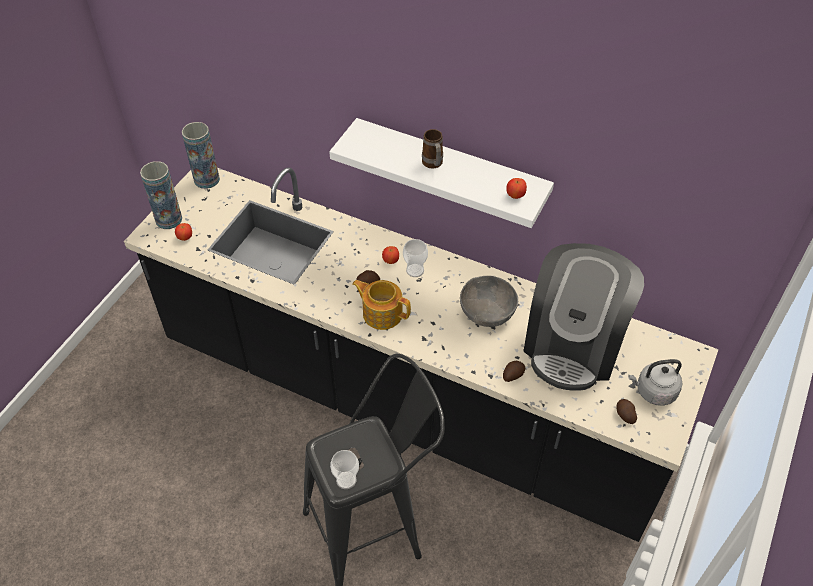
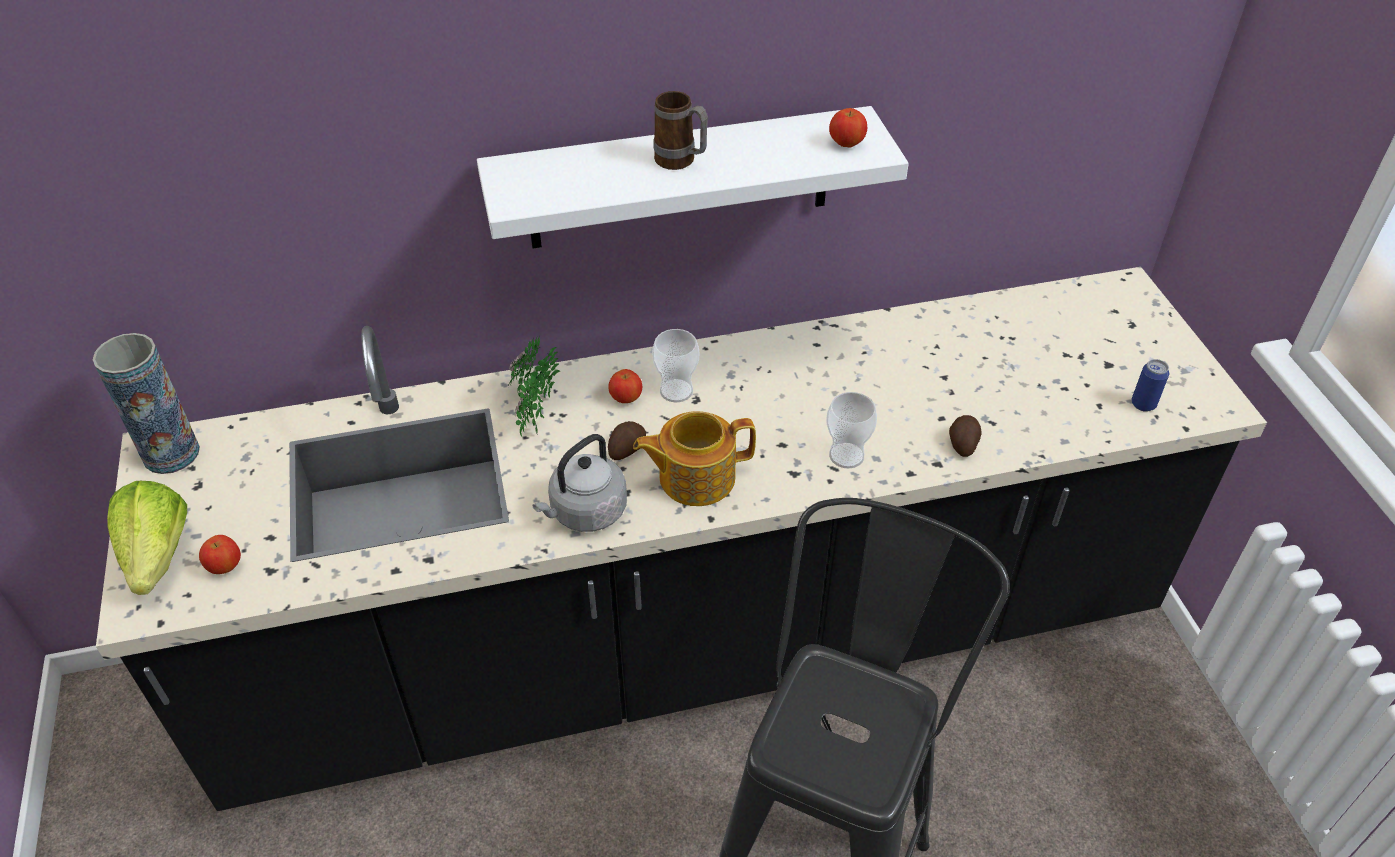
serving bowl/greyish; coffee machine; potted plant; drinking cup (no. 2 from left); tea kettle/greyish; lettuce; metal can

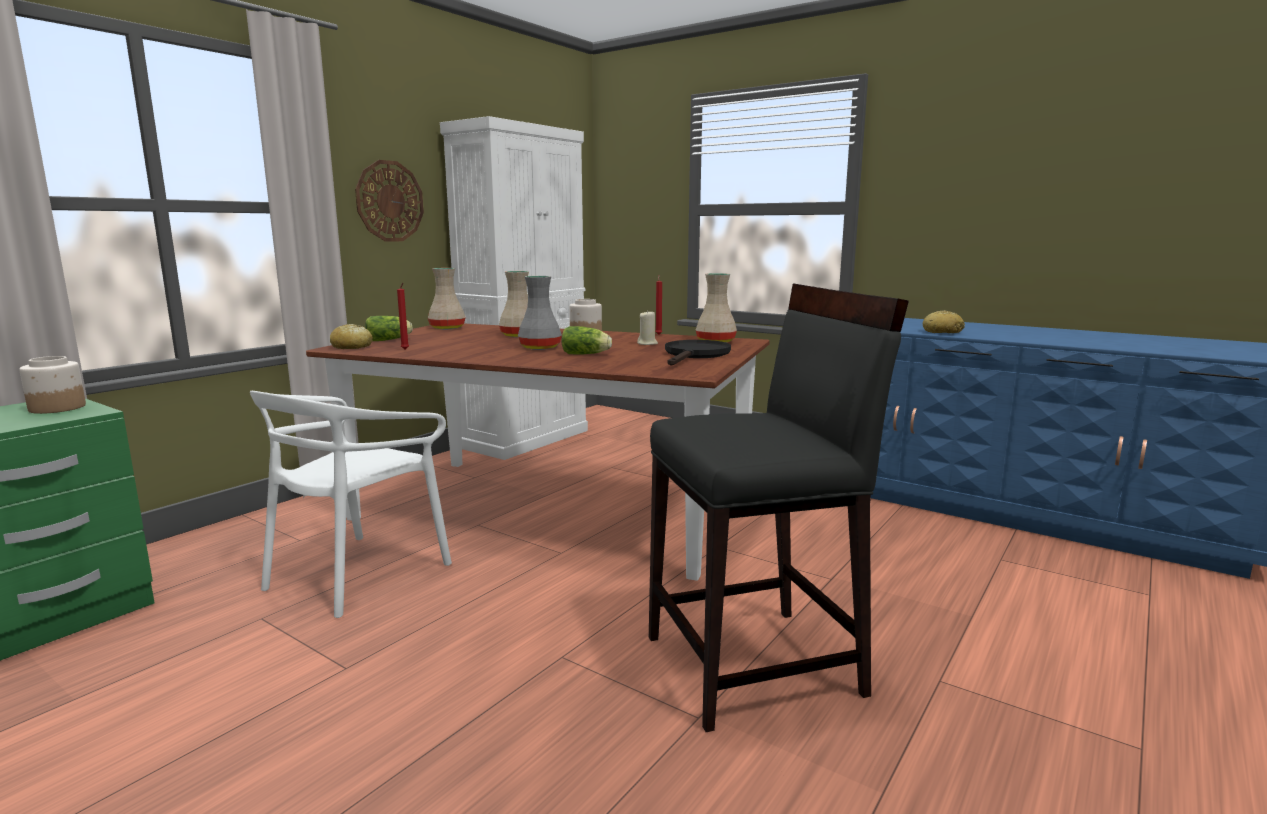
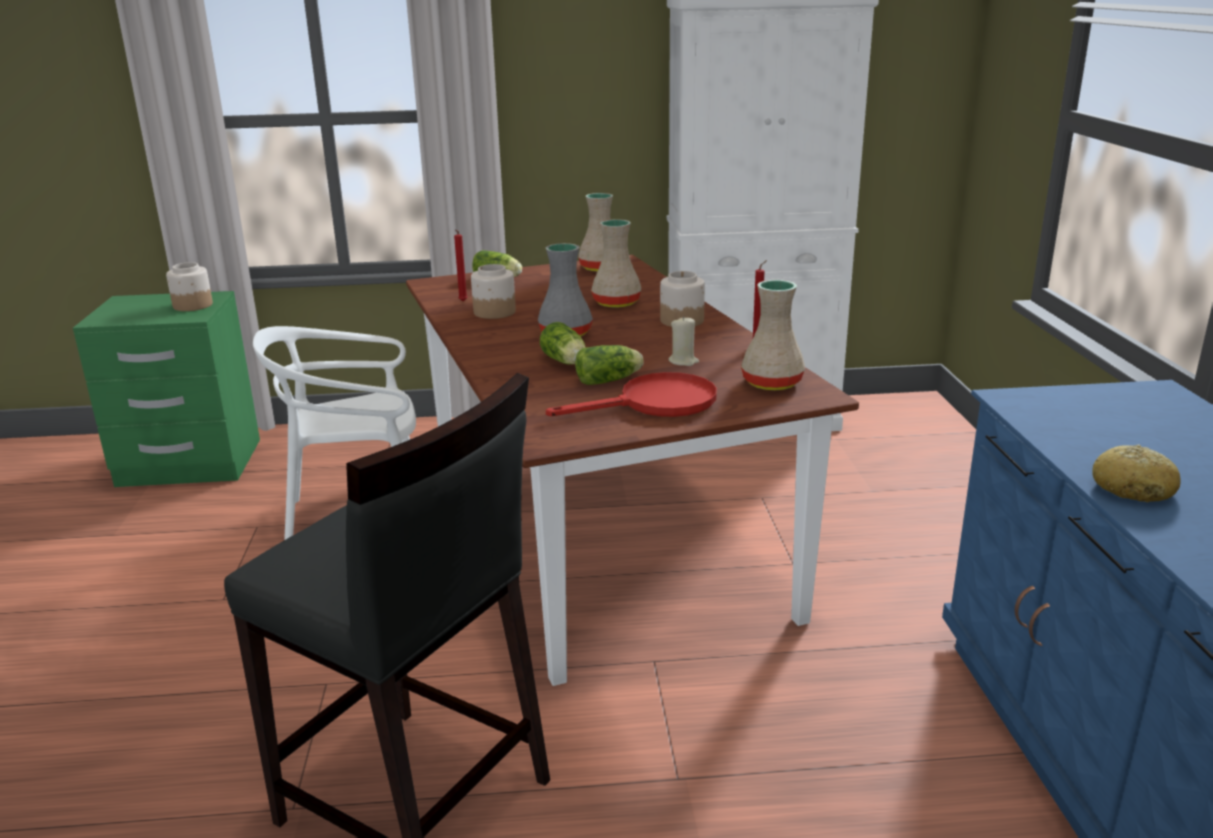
bakery bread (no. 1 from left in the first image); hanging clock; jar (no. 2 from left); lettuce (no. 3 from left); frying pan/reddish

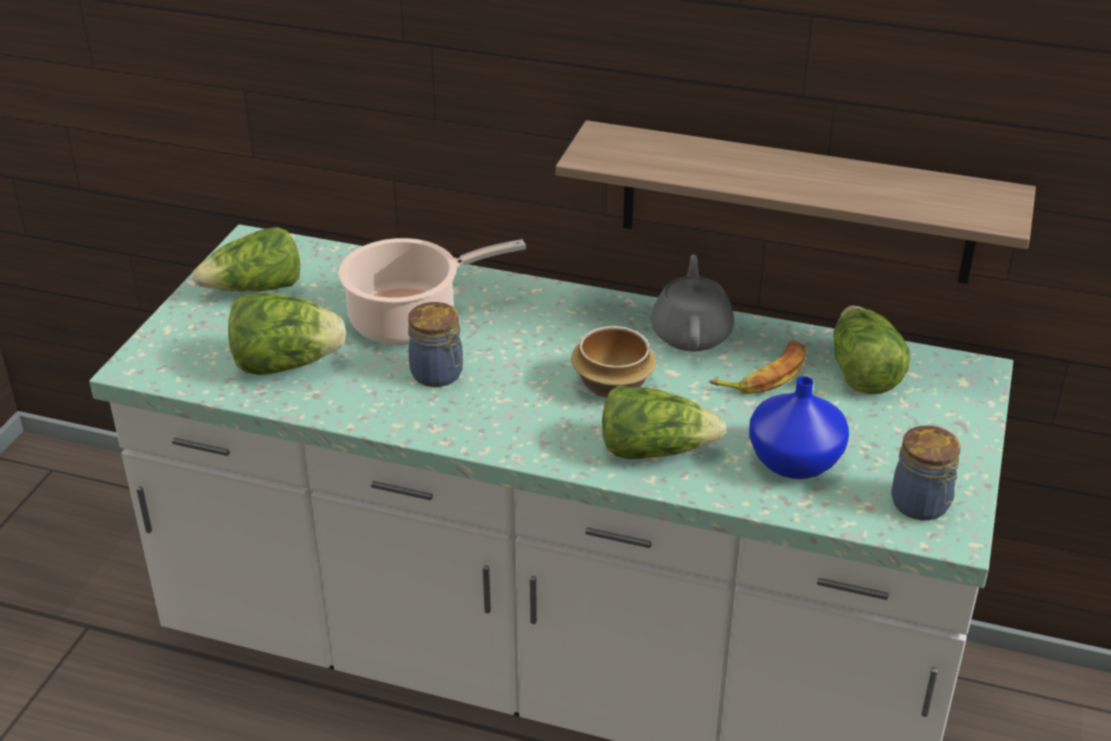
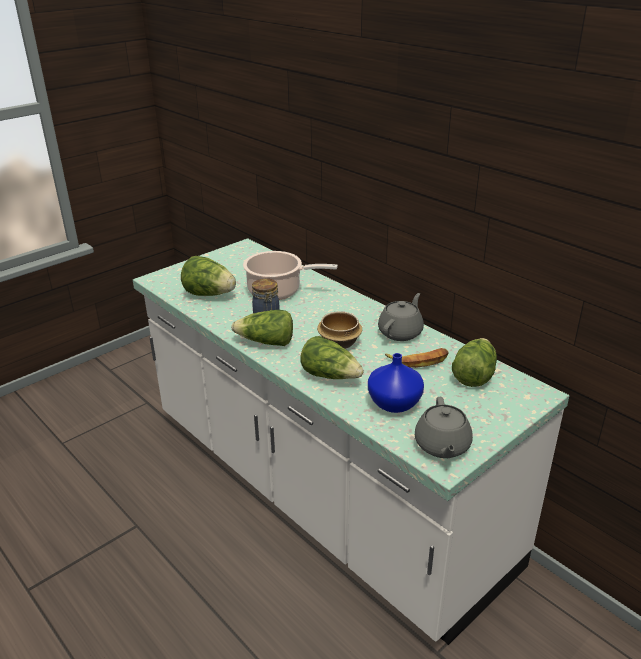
shelf; lettuce (no. 2 from left); teapot/greyish (no. 2 from left)

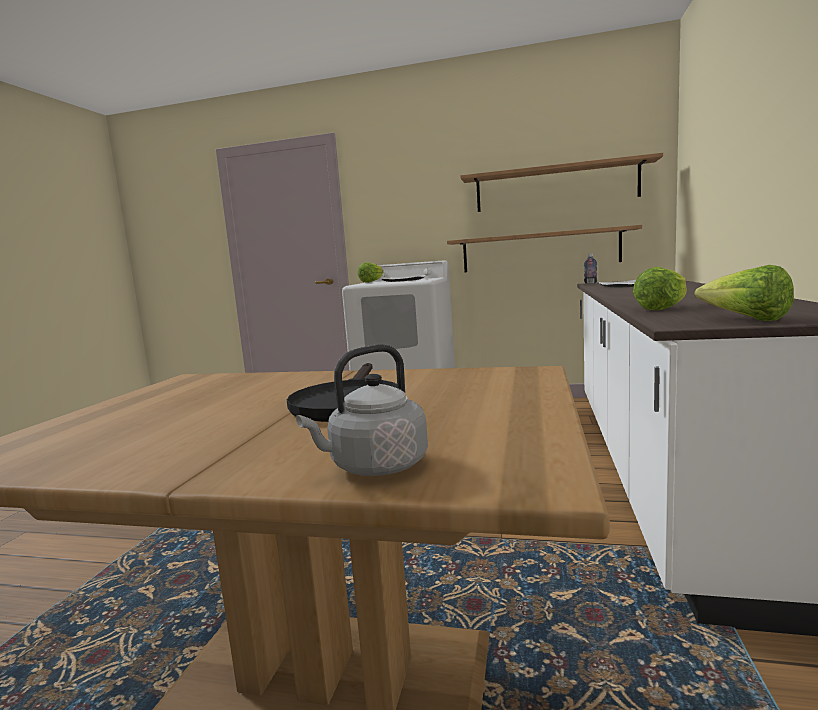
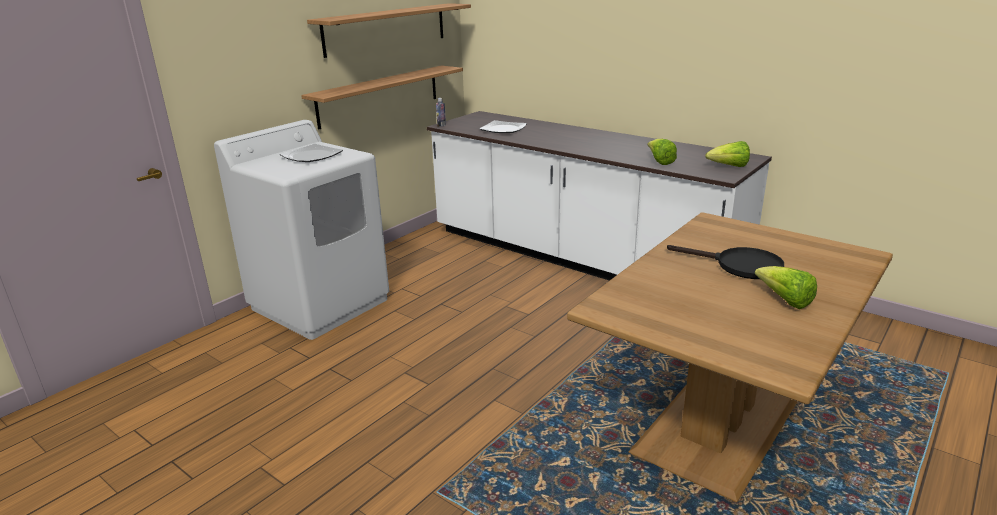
tea kettle/greyish; lettuce (no. 3 from left)

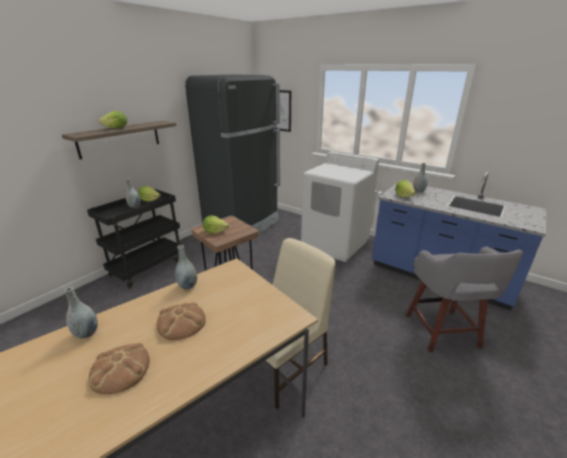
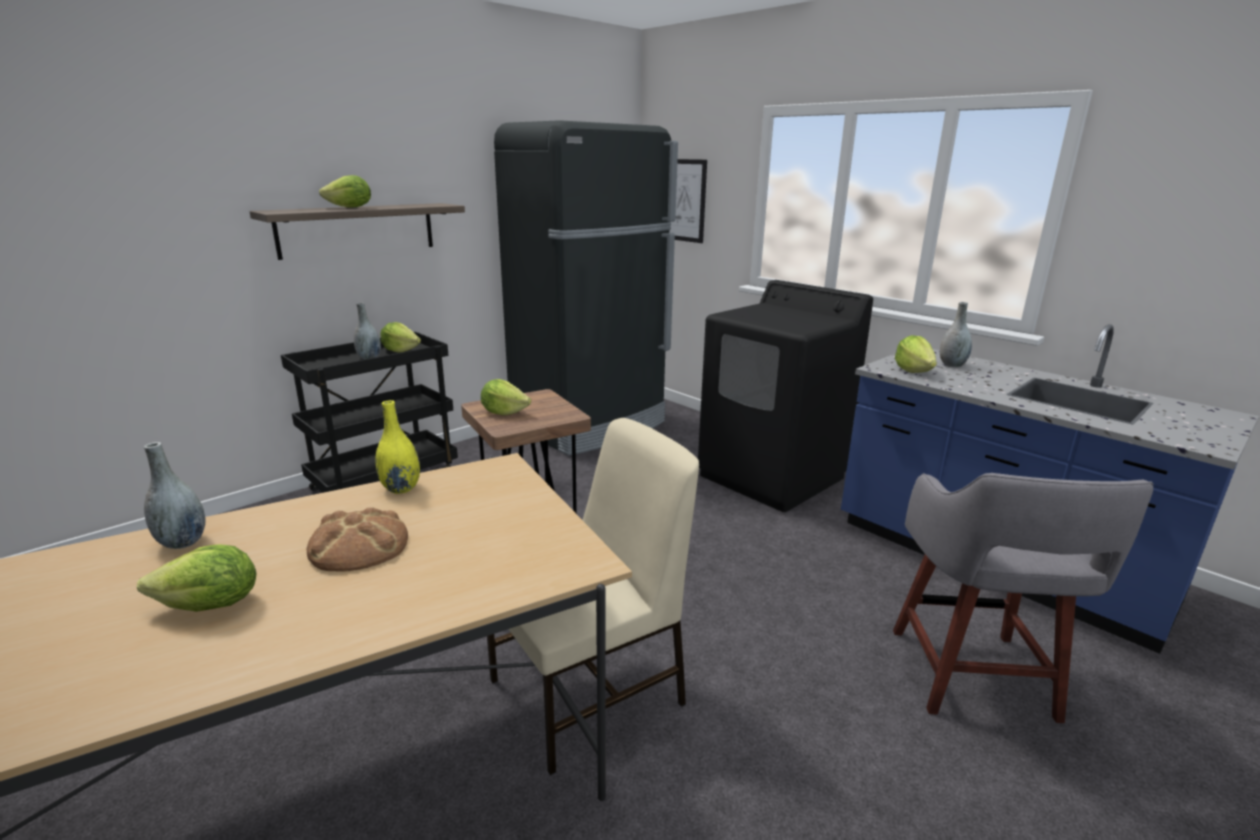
lettuce (no. 1 from left); vase/yellow; laundry appliance/blackish

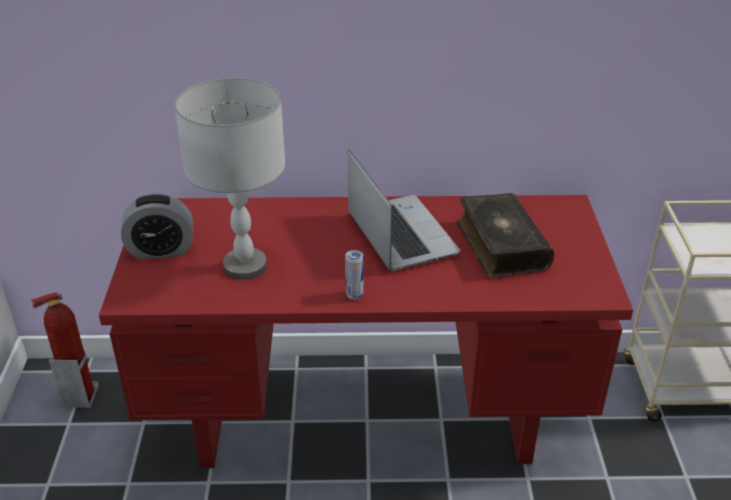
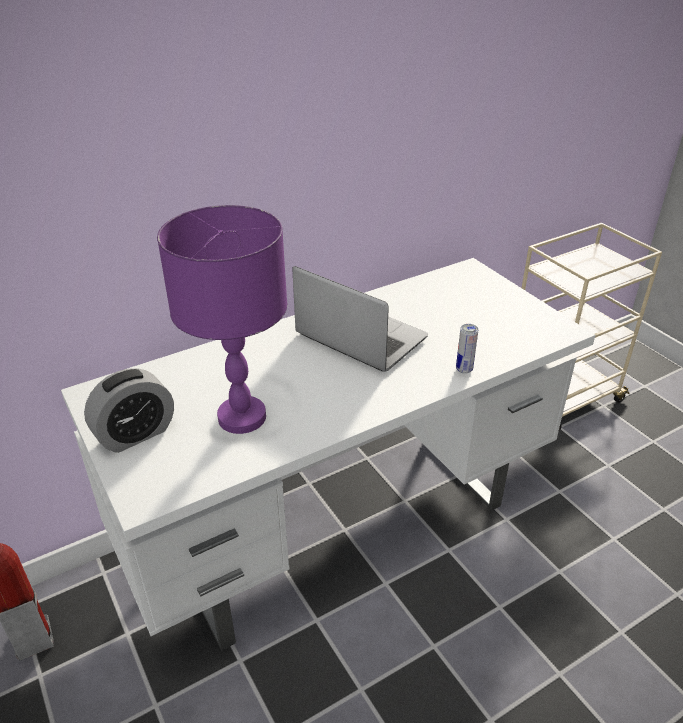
book; metal can; desk/white; lamp for a table/purplish

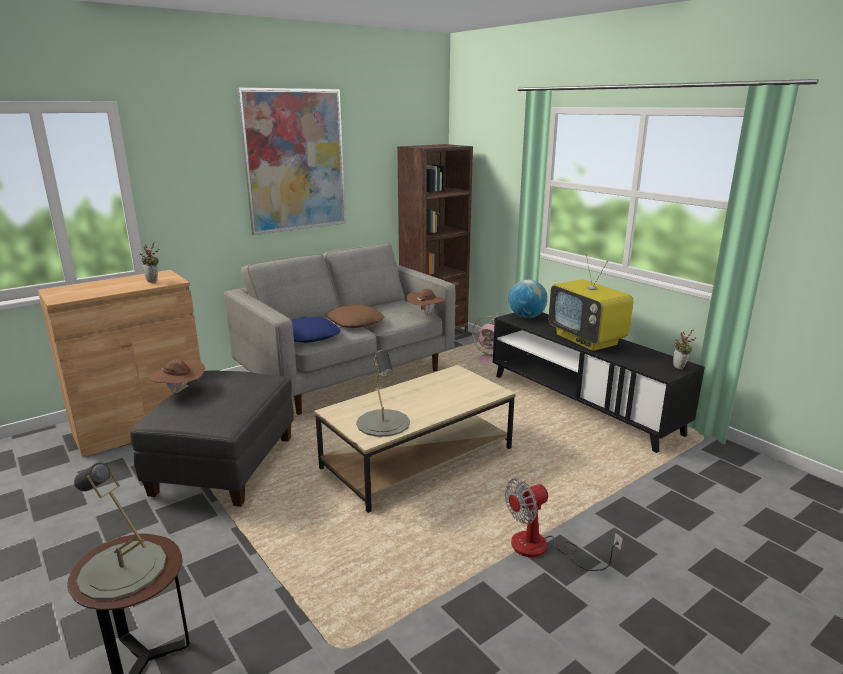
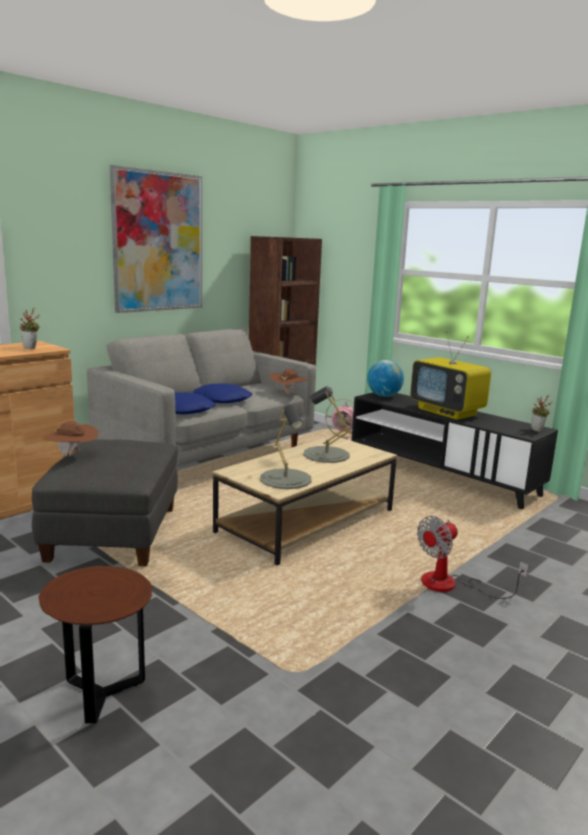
lamp for a table/greyish (no. 2 from left); throw pillow/bluish (no. 2 from left)

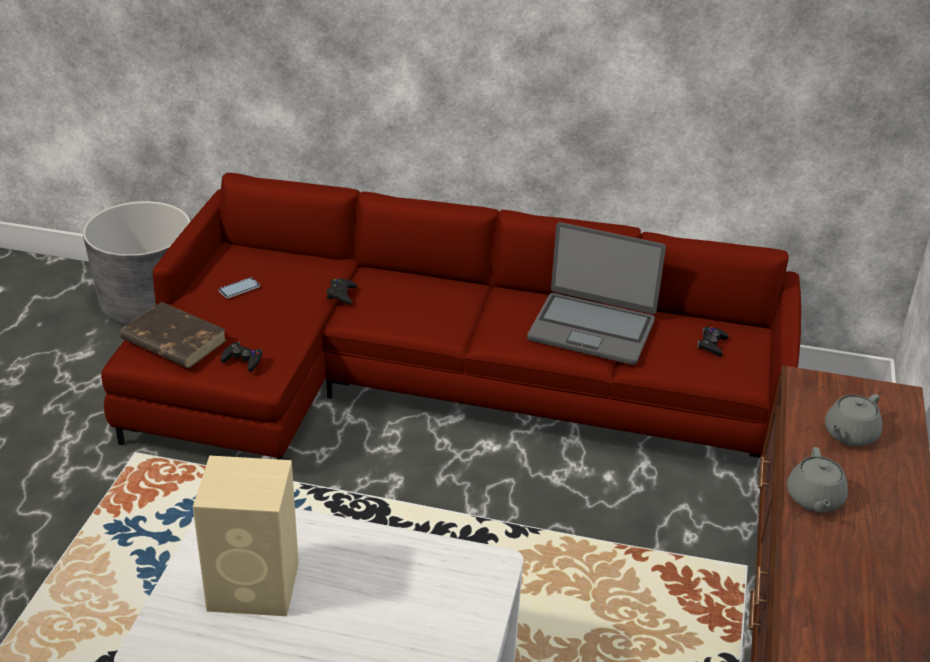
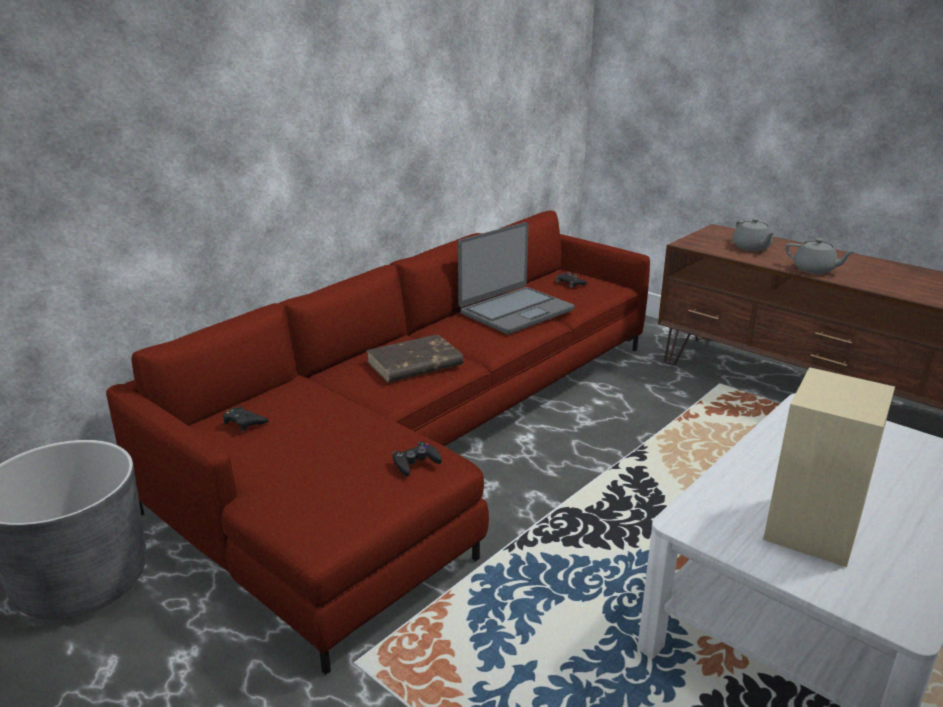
phone; book/brown-coloured; joypad/blackish (no. 1 from left)

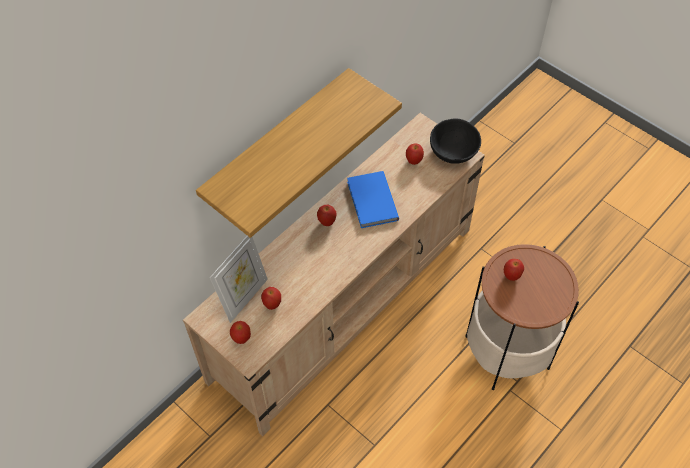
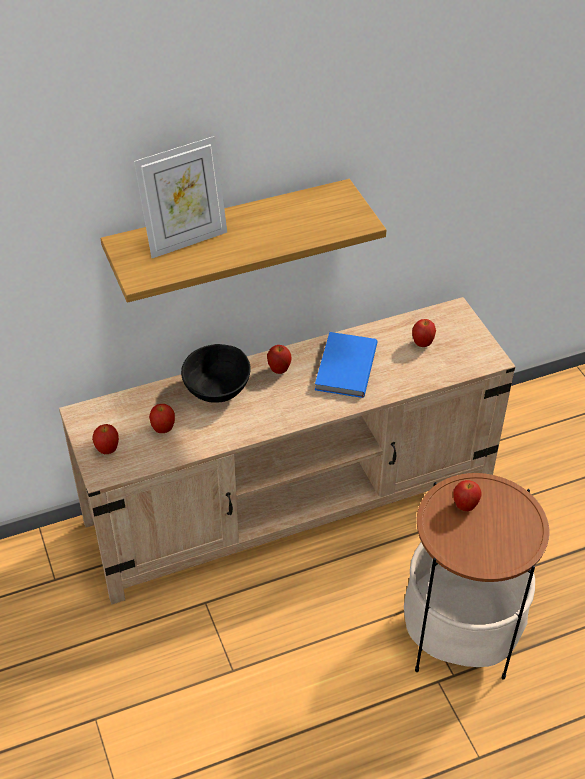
standing frame; serving bowl/blackish

